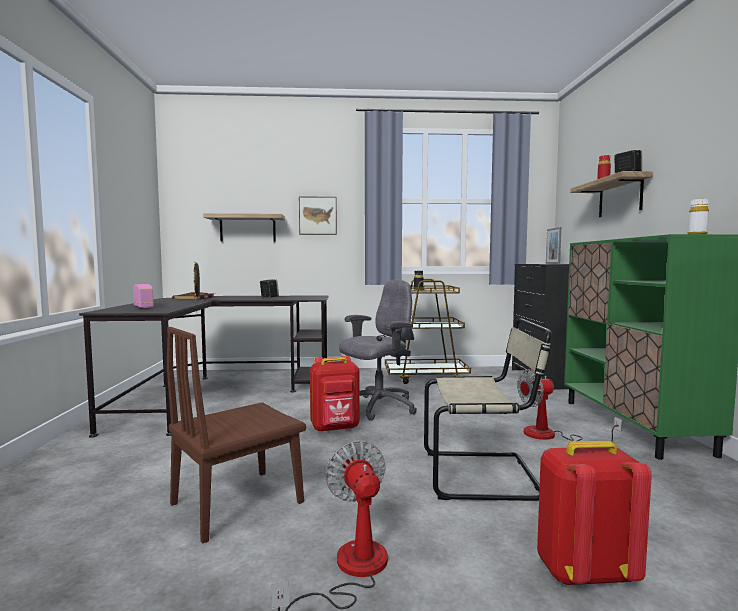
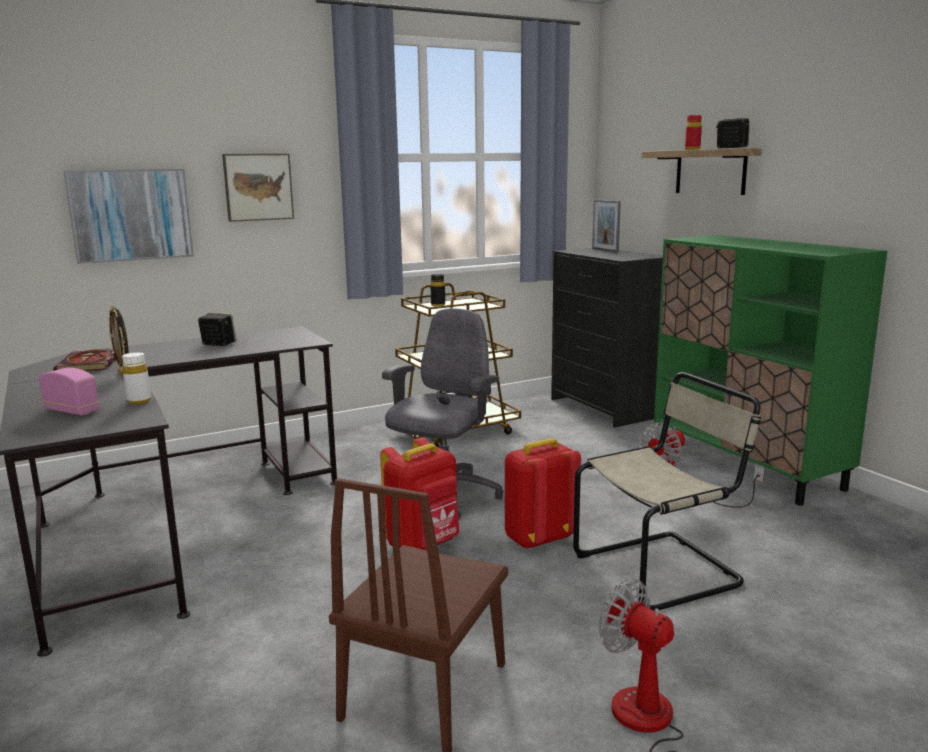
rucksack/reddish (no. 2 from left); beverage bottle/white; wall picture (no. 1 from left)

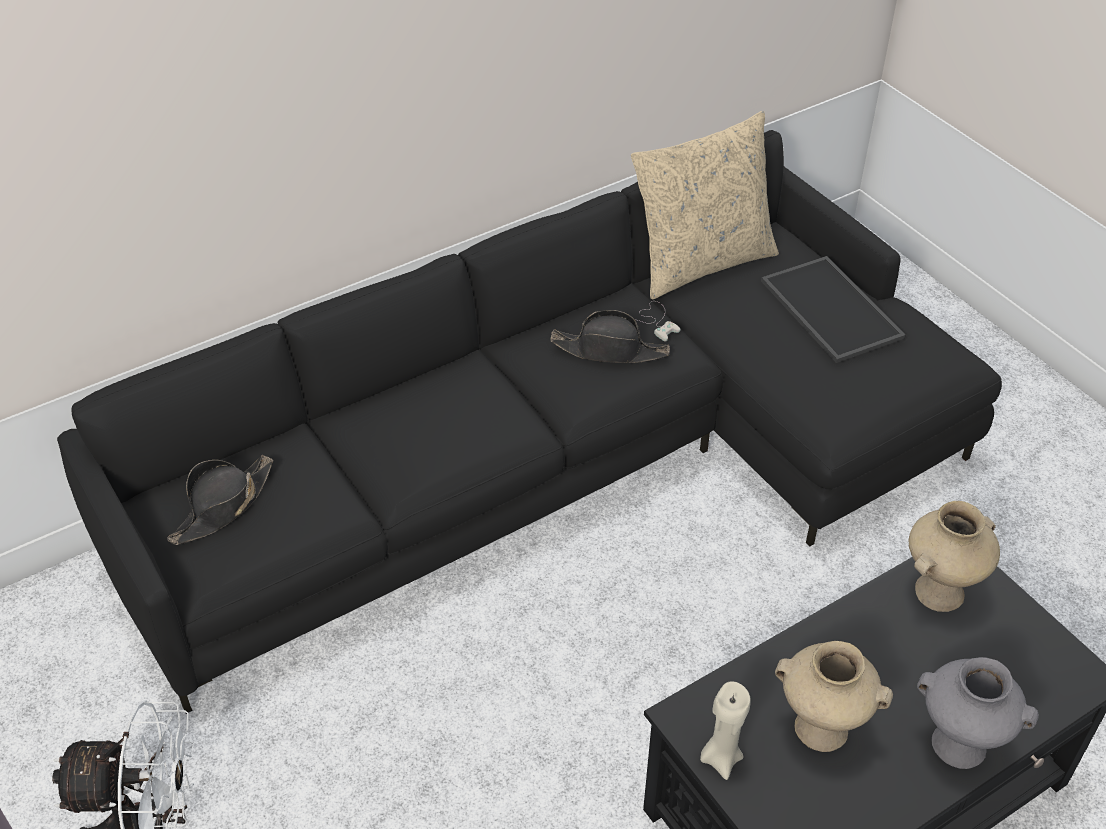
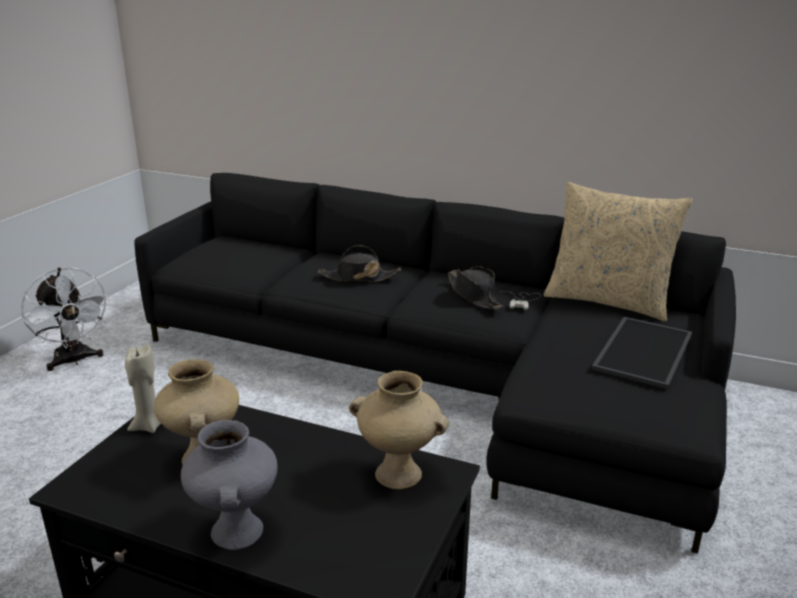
clothing hat/blackish (no. 1 from left)

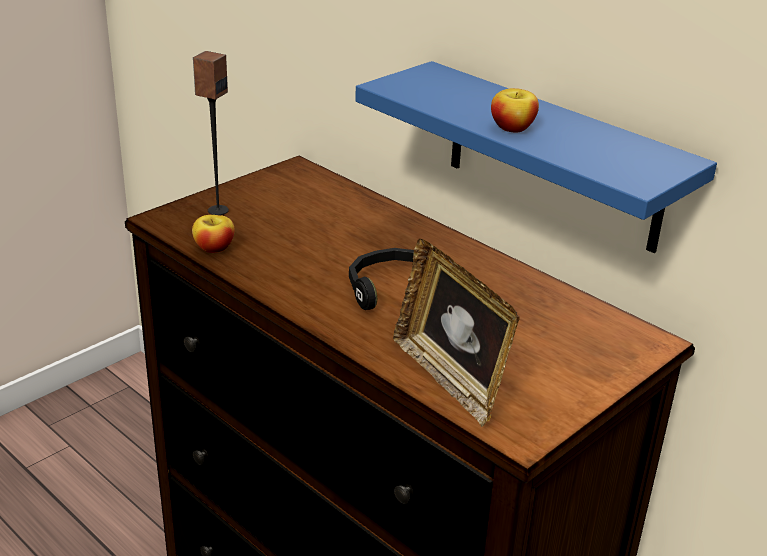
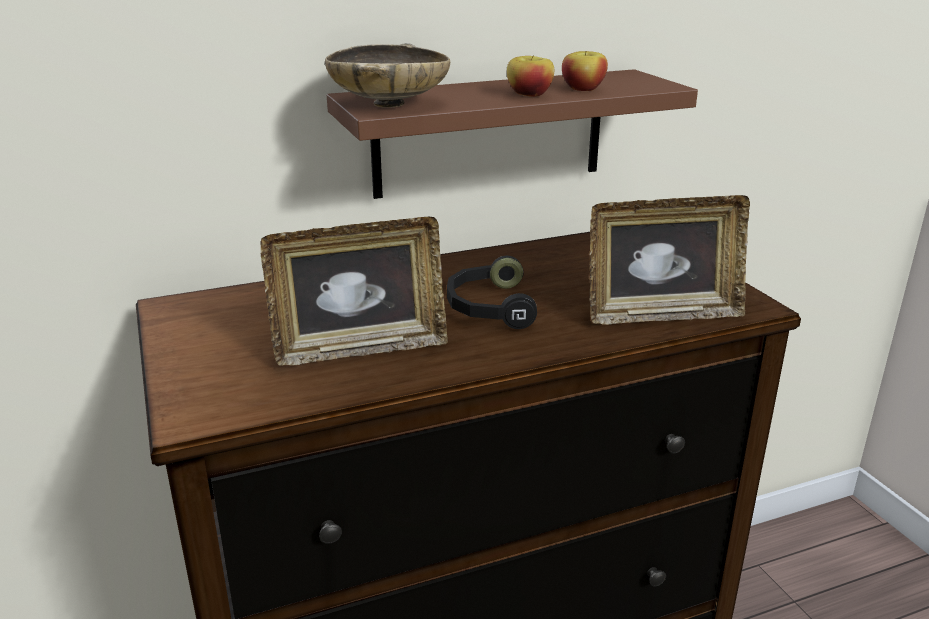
audio speaker; standing frame (no. 1 from left); serving bowl/beige-coloured; whole apple (no. 2 from left); shelf/brown-coloured

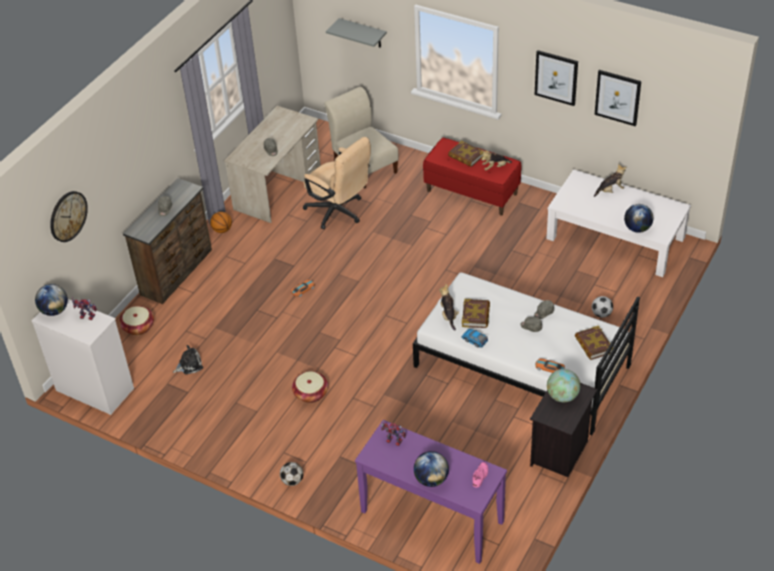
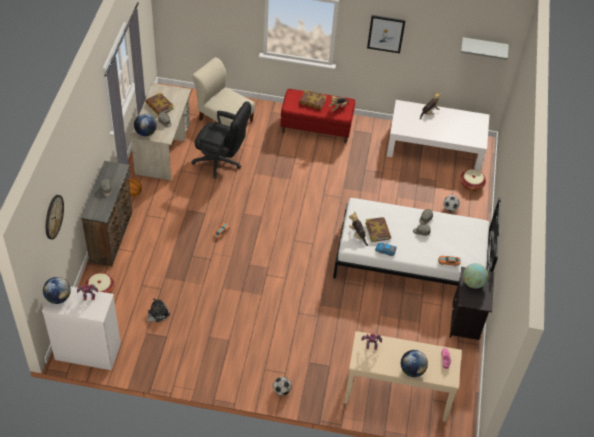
wall picture (no. 2 from left in the first image); household basket (no. 2 from left); shelf/greyish; book (no. 1 from left); world globe (no. 2 from left); desk chair/blackish; narrow table/beige-coloured

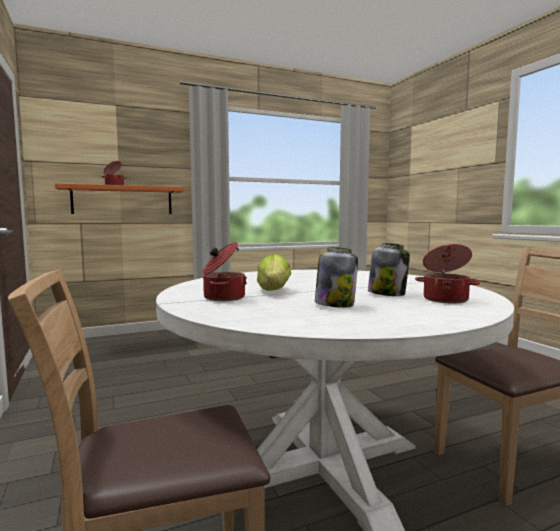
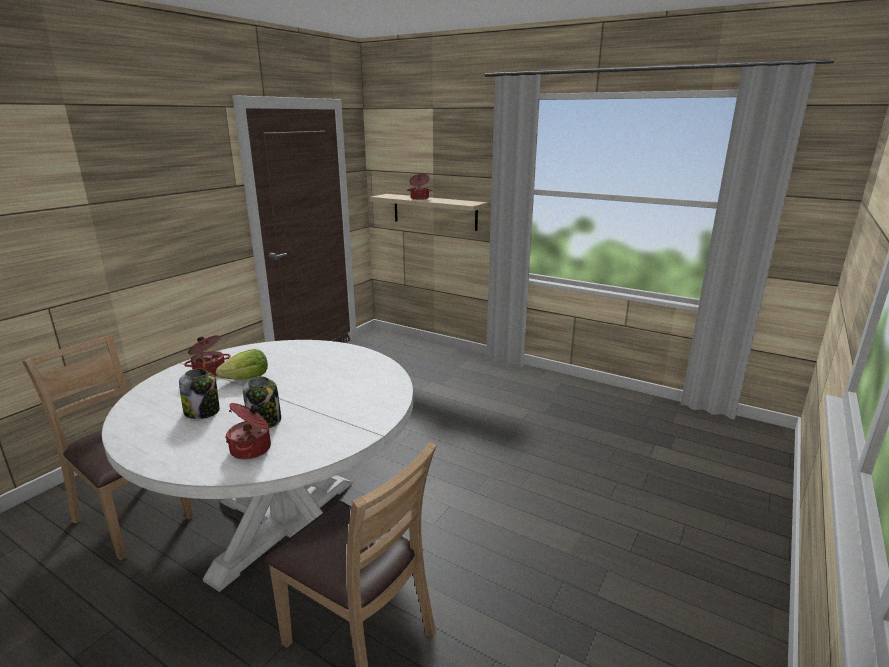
shelf/beige-coloured

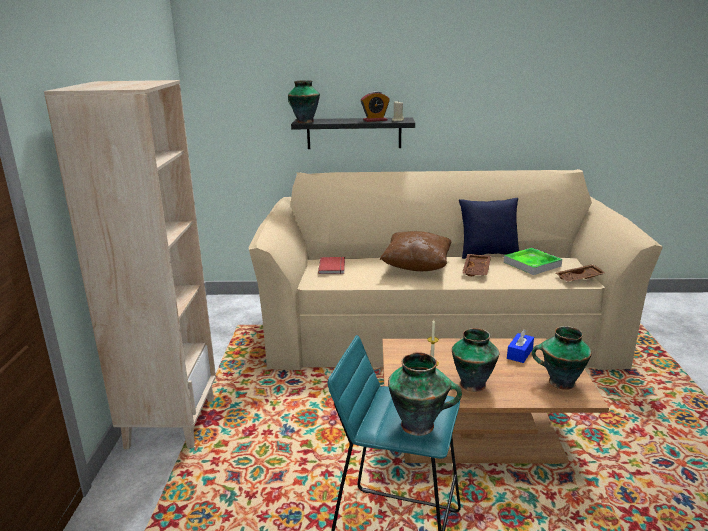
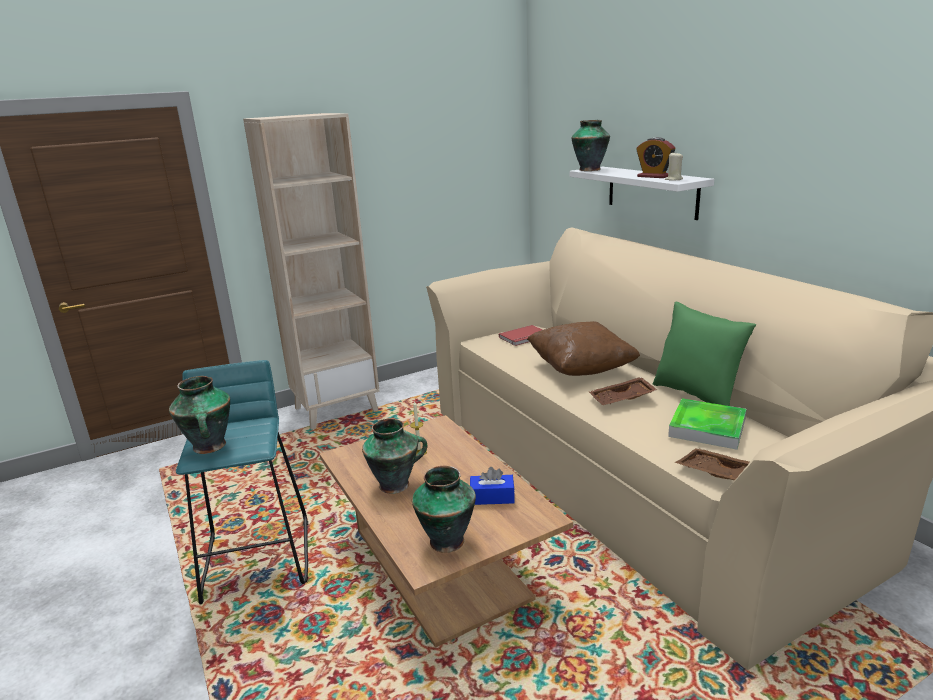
shelf/white; throw pillow/green-coloured

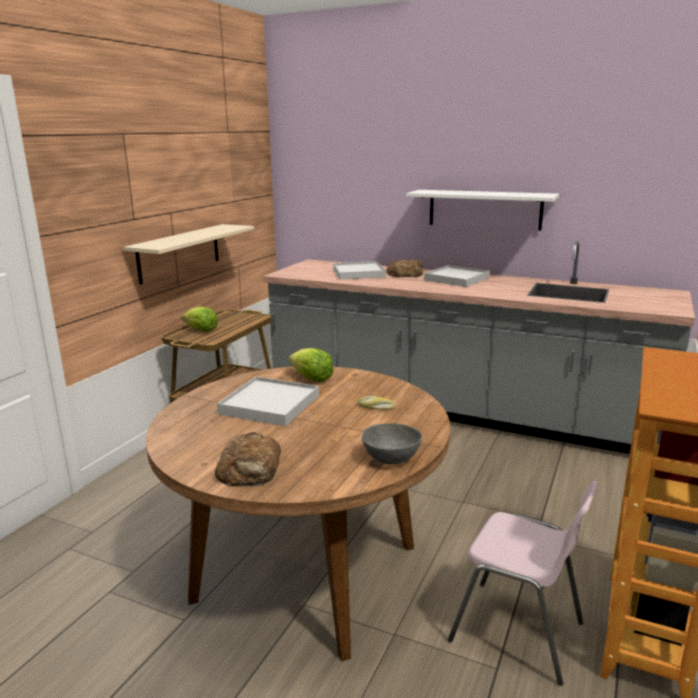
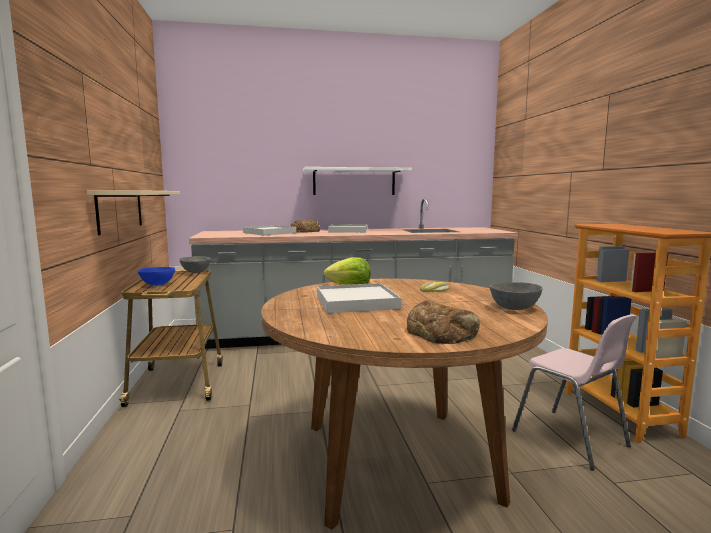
serving bowl/greyish (no. 1 from left); serving bowl/bluish; chair/pink

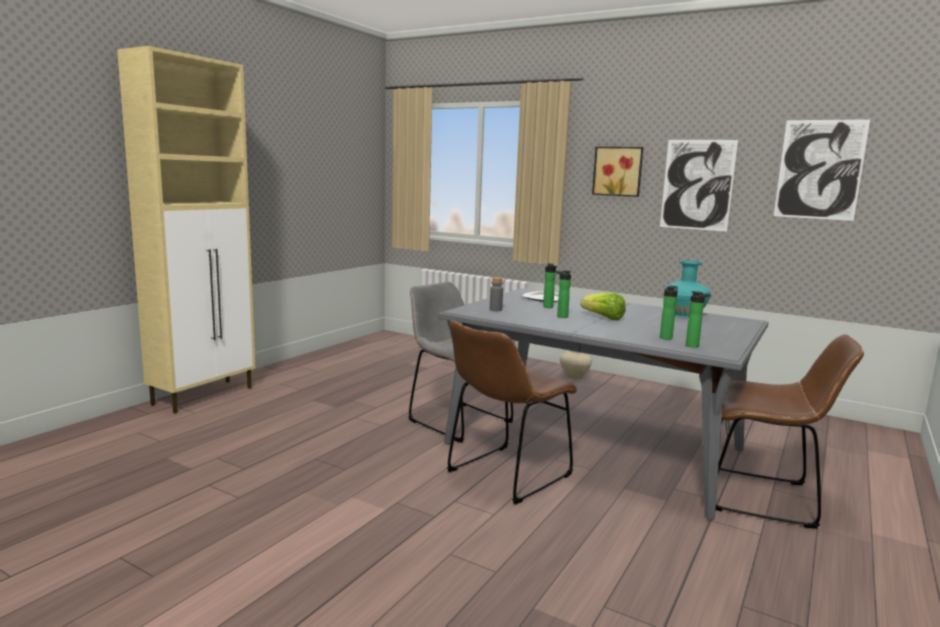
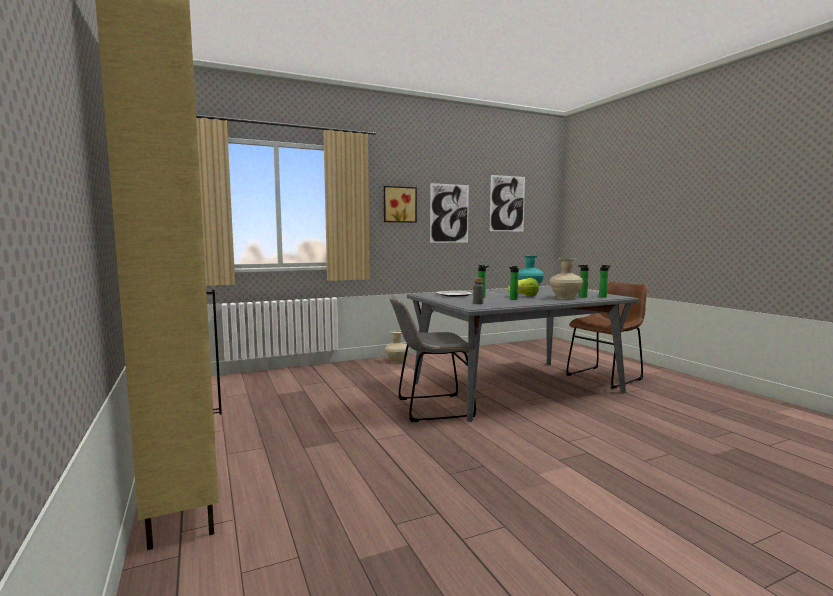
chair/brown-coloured (no. 1 from left in the first image); vase/beige-coloured (no. 2 from left)

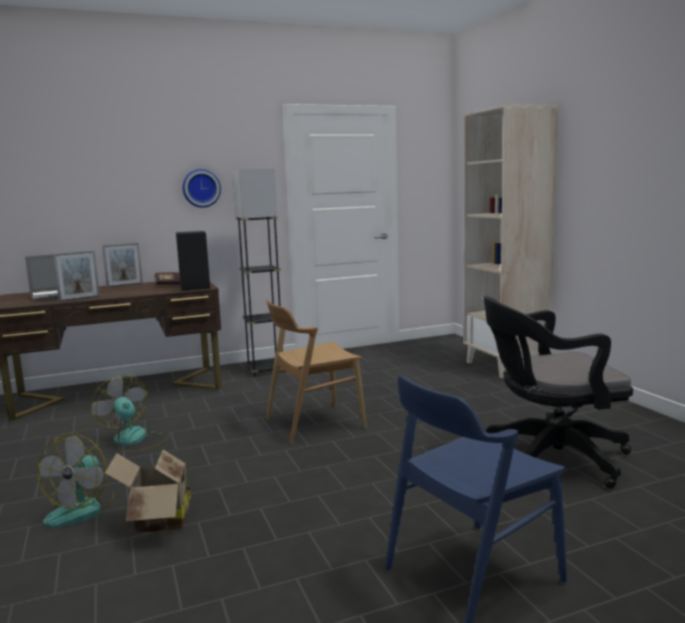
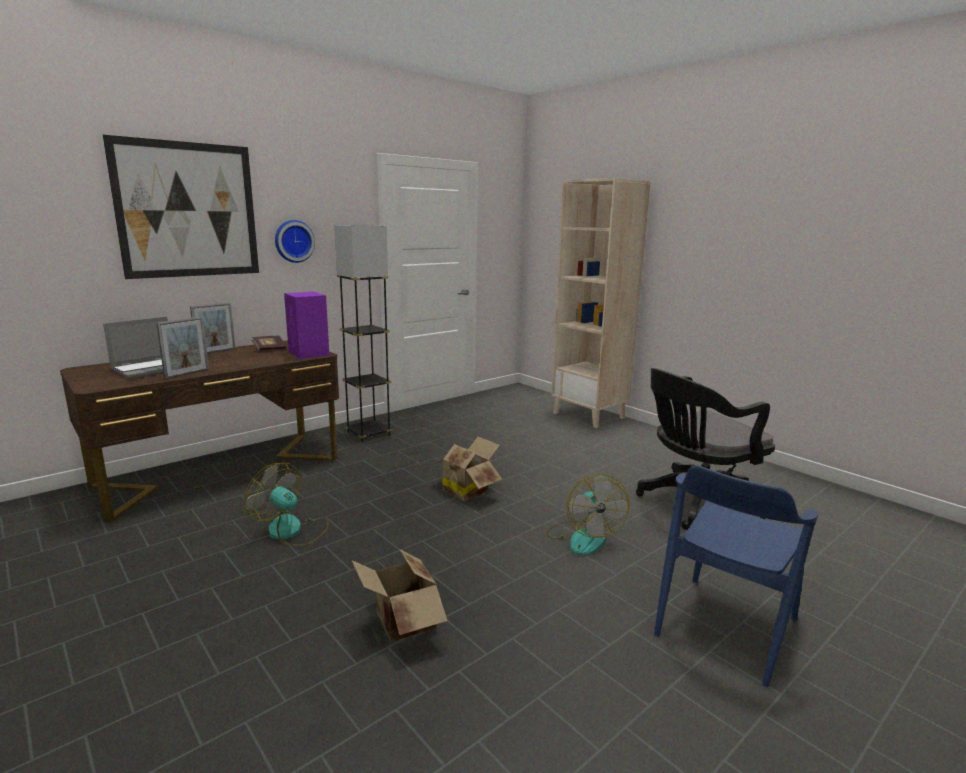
wall picture; cooling fan (no. 2 from left); carton (no. 2 from left); audio speaker/purplish

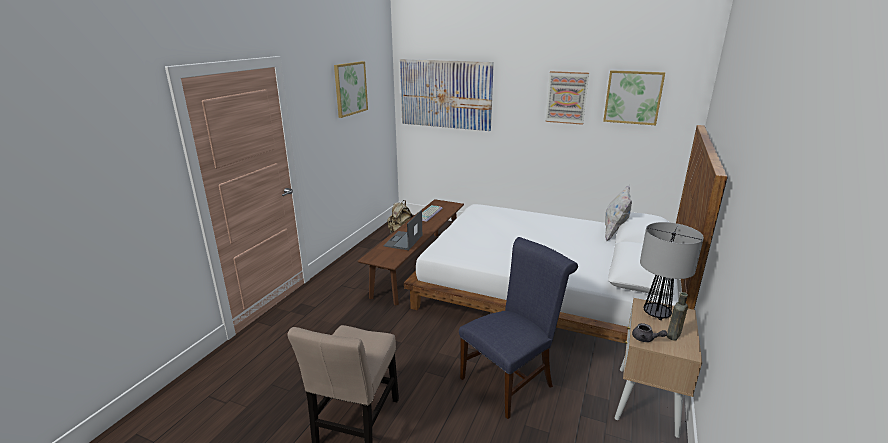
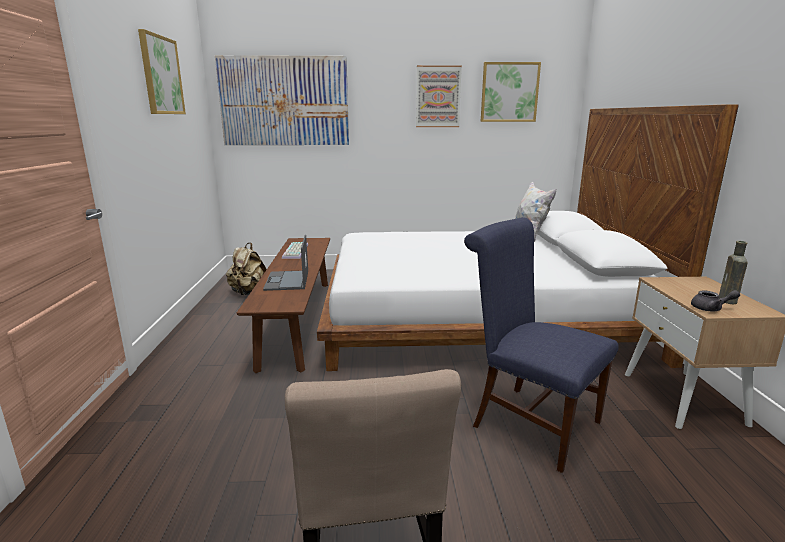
lamp for a table; chair/bluish

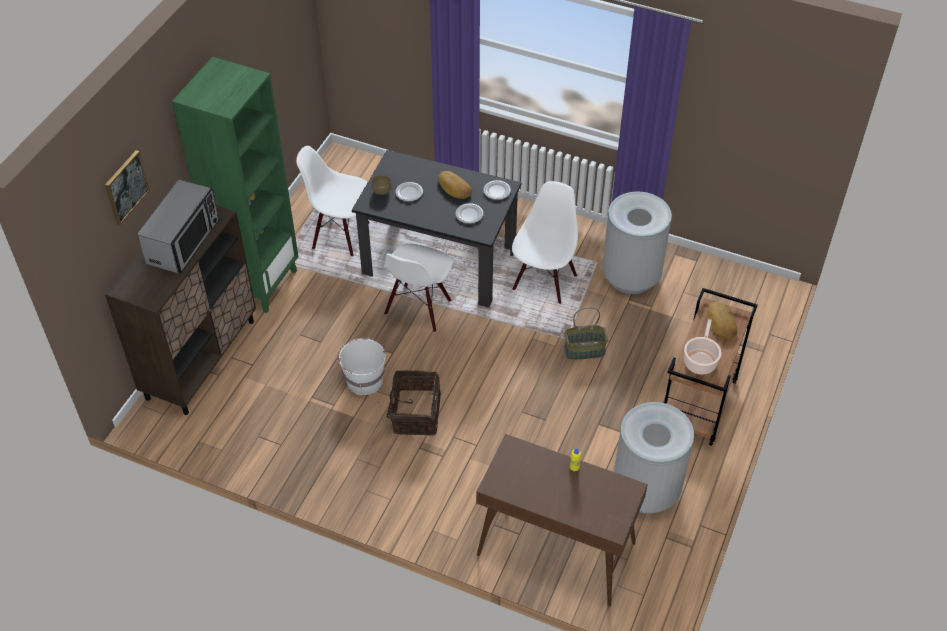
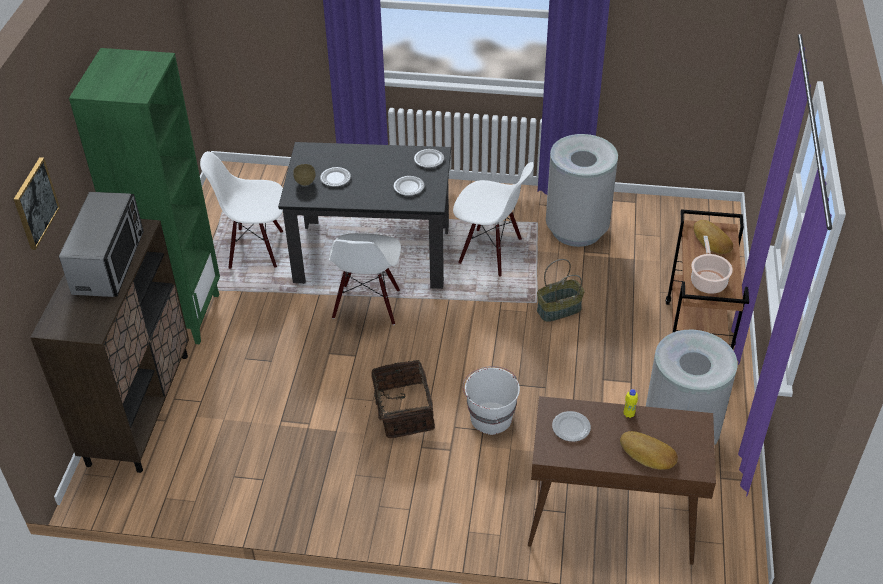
dinner plate (no. 4 from left); pail/white; bakery bread (no. 1 from left); chair/white (no. 3 from left)

